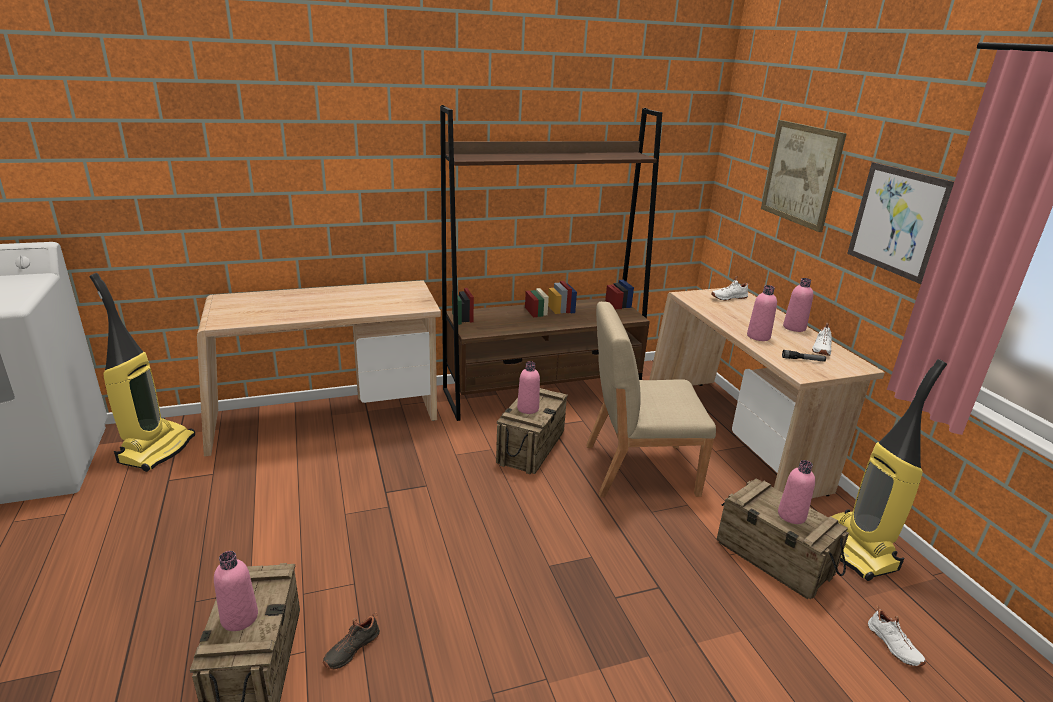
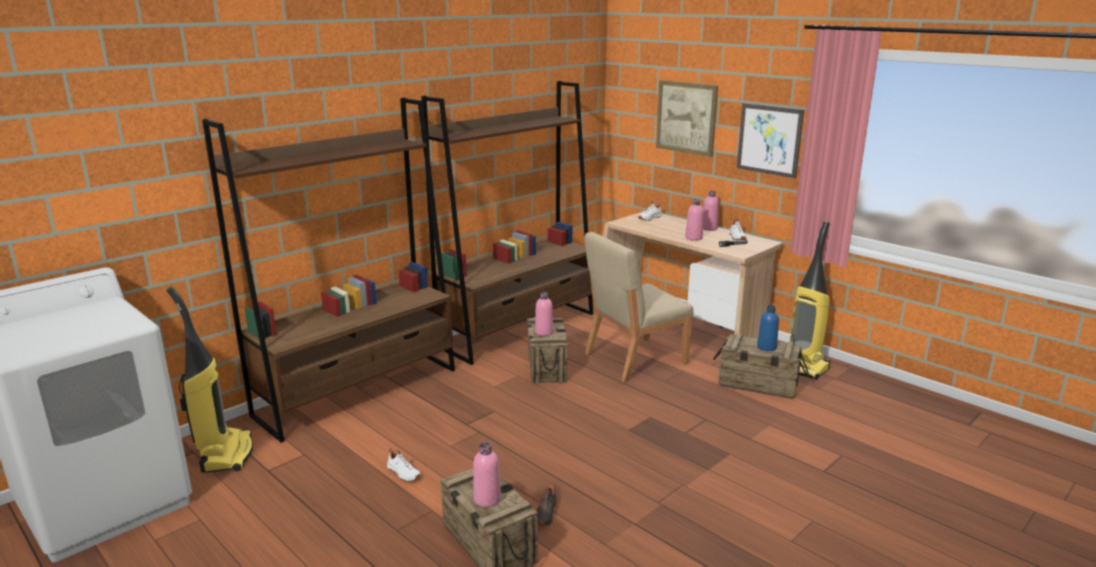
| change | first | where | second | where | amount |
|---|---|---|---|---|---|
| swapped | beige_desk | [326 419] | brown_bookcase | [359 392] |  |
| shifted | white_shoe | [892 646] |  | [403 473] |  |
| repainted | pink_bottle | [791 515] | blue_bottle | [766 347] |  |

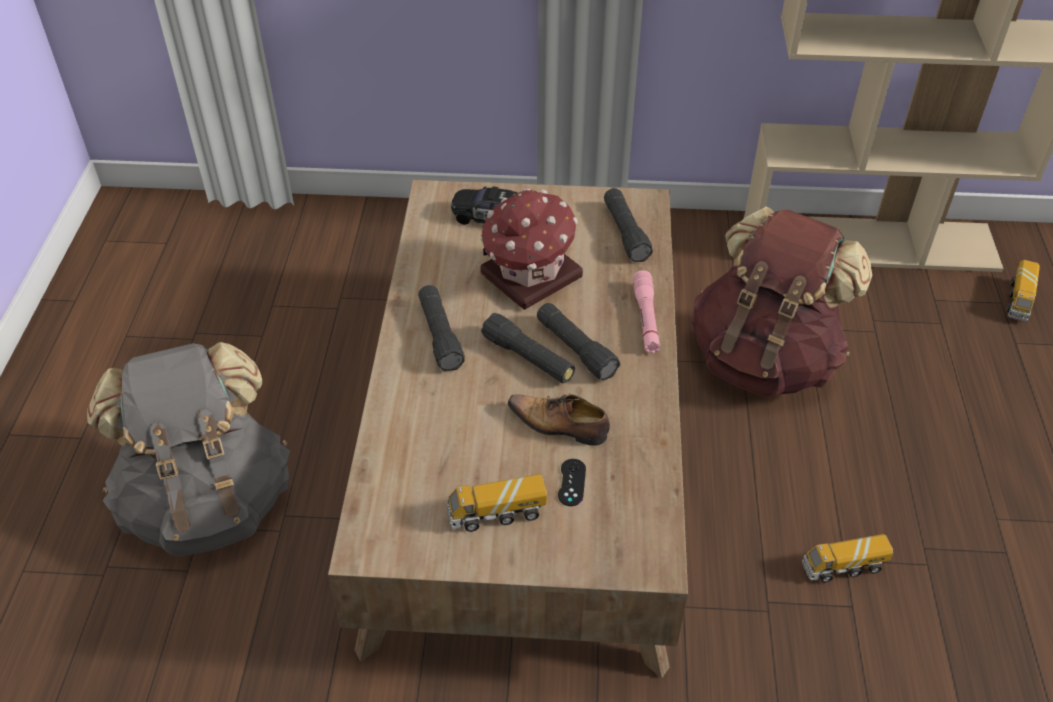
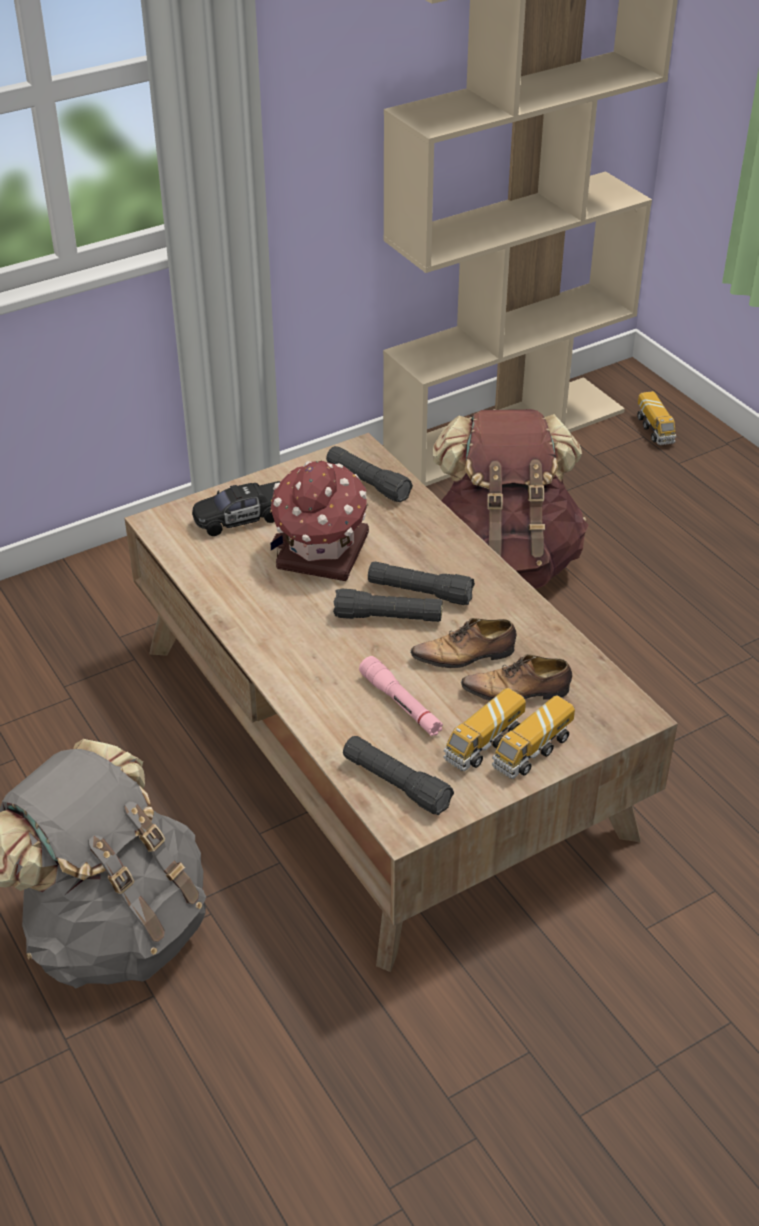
| change | first | where | second | where | amount |
|---|---|---|---|---|---|
| shifted | black_flashlight | [440 336] |  | [396 784] |  |
| shifted | pink_flashlight | [646 318] |  | [401 704] |  |
| swapped | black_game_controller | [572 482] | shoe | [518 691] |  |
| shifted | toy_truck | [843 567] |  | [532 752] |  |

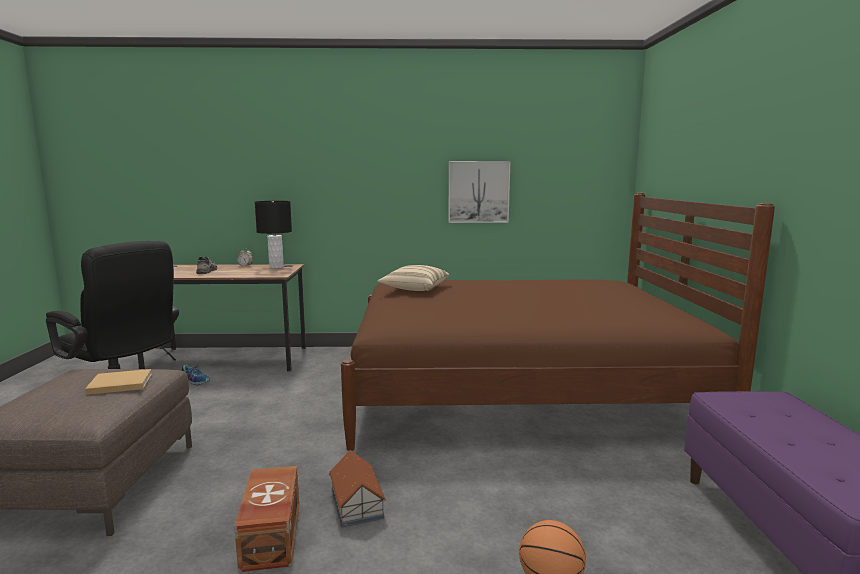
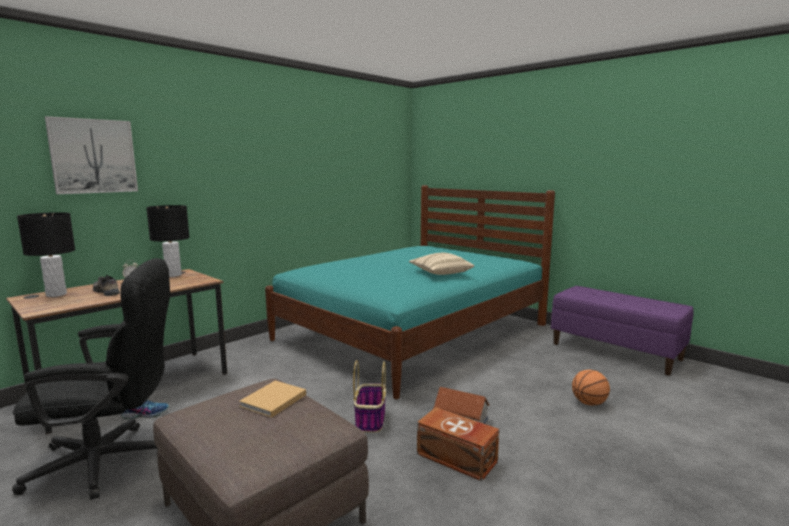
| change | first | where | second | where | amount |
|---|---|---|---|---|---|
| new |  |  | black_table_lamp | [56 294] |  |
| shifted | picture | [478 192] |  | [93 156] |  |
| repainted | brown_bed | [517 392] | turquoise_bed | [413 332] |  |
| new |  |  | basket | [370 419] |  |
| shifted | beige_pillow | [414 289] |  | [440 273] |  |

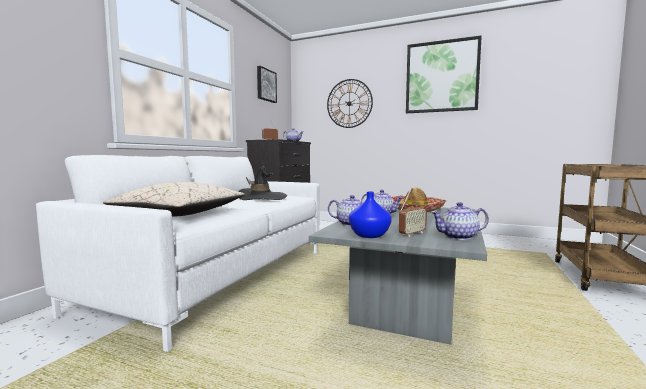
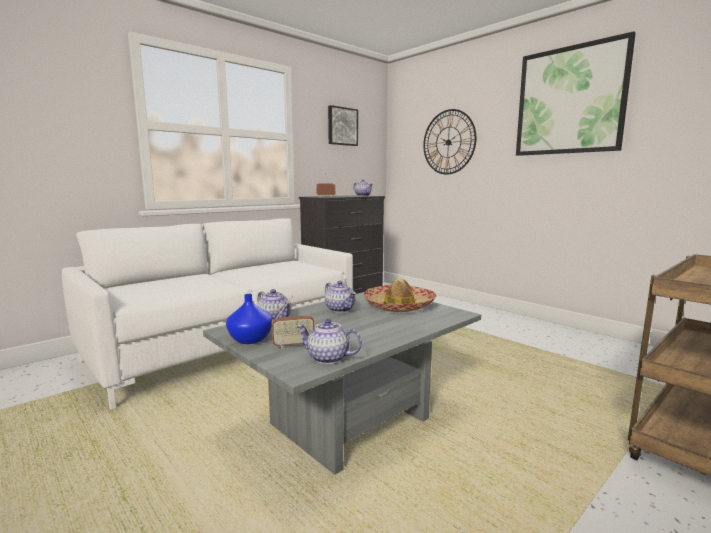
| change | first | where | second | where | amount |
|---|---|---|---|---|---|
| gone | beige_pillow | [180 214] |  |  |  |
| gone | black_hat | [262 198] |  |  |  |

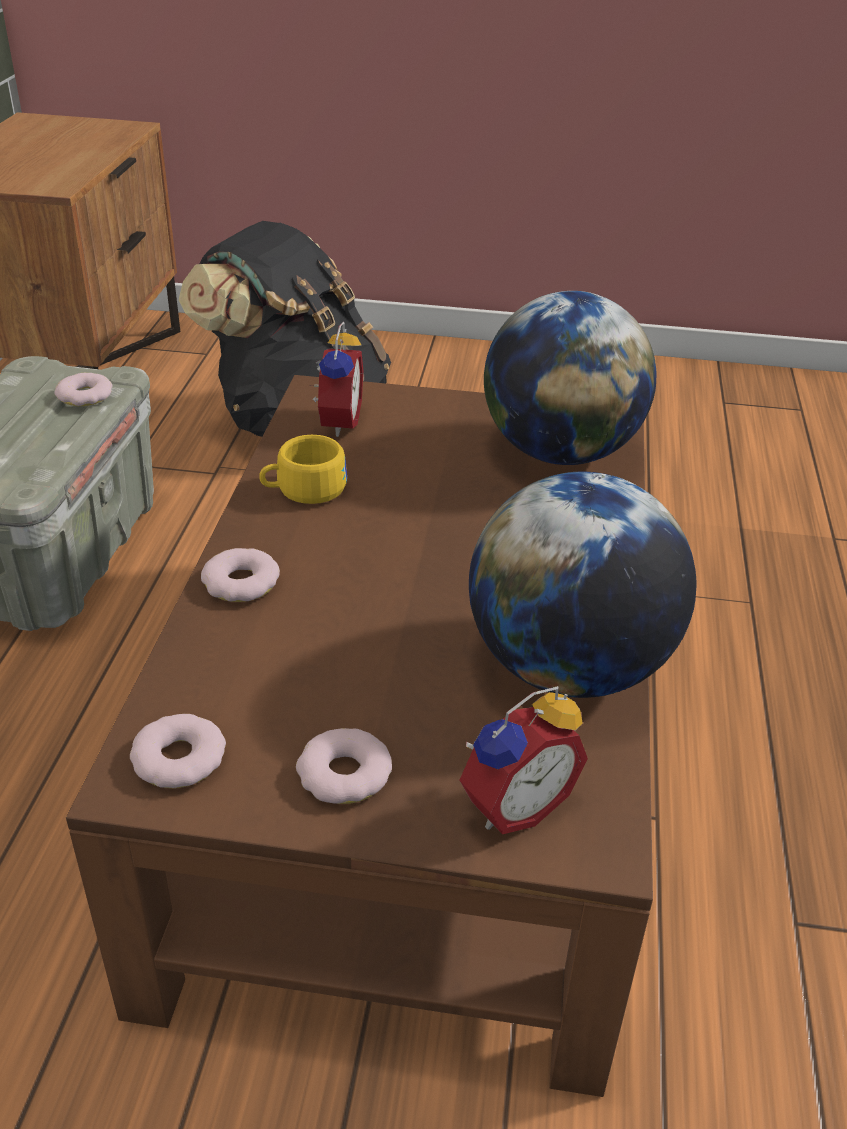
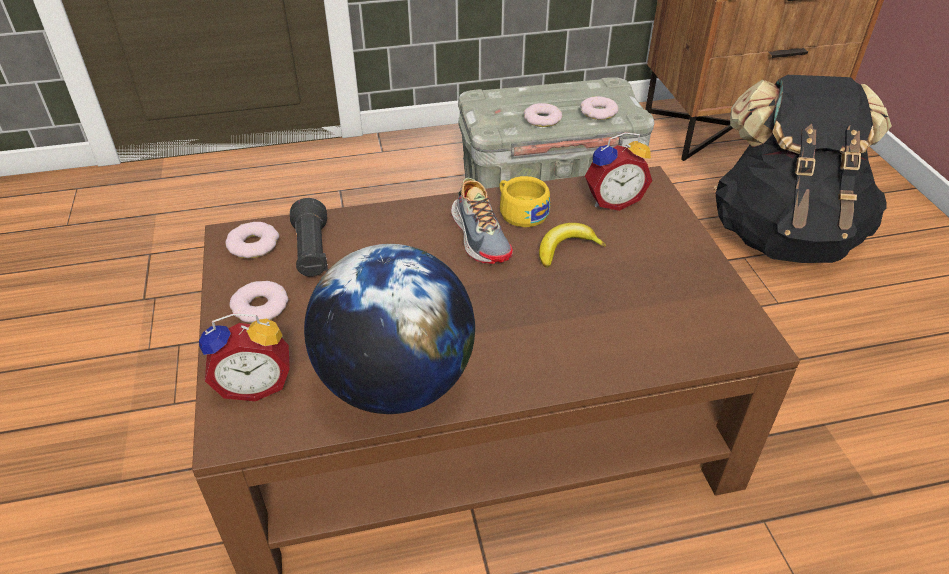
| change | first | where | second | where | amount |
|---|---|---|---|---|---|
| rotated | alarm_clock | [513 804] |  | [255 384] | 45 degrees counterclockwise |
| new |  |  | black_flashlight | [312 252] |  |
| new |  |  | shoe | [481 236] |  |
| shifted | donut | [241 582] |  | [542 119] |  |
| new |  |  | banana | [566 249] |  |
| gone | globe | [560 452] |  |  |  |

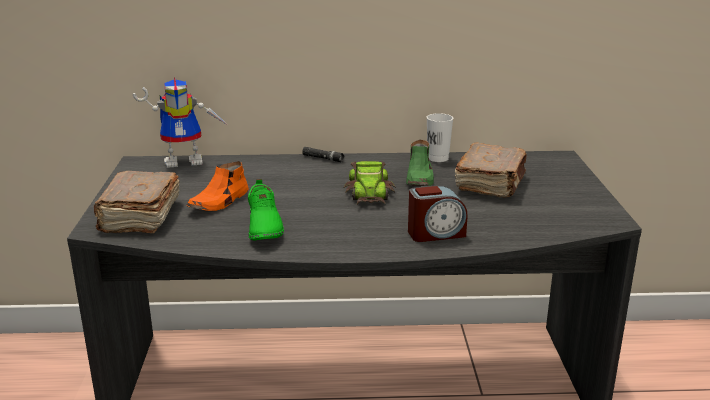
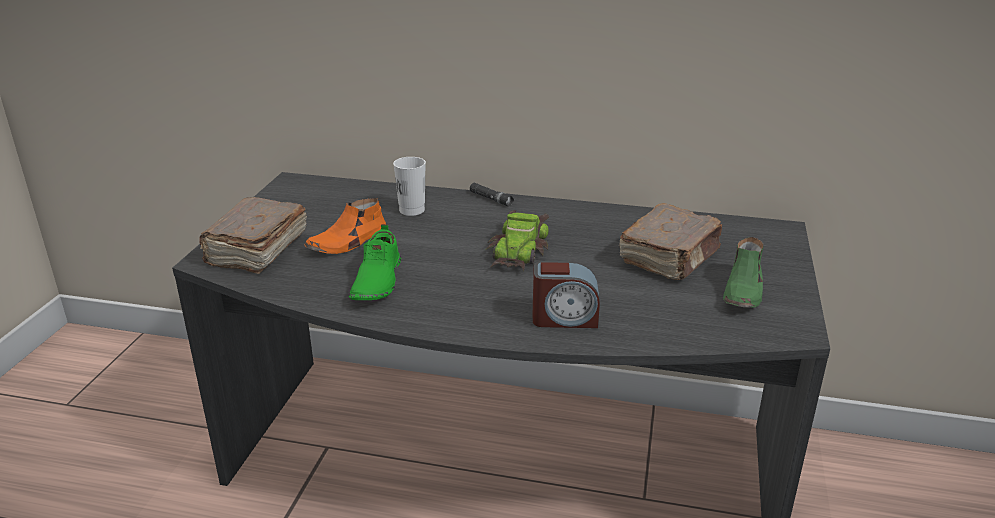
| change | first | where | second | where | amount |
|---|---|---|---|---|---|
| shifted | white_cup | [437 158] |  | [412 210] |  |
| shifted | green_shoe | [420 178] |  | [743 291] |  |
| gone | toy_robot | [187 160] |  |  |  |

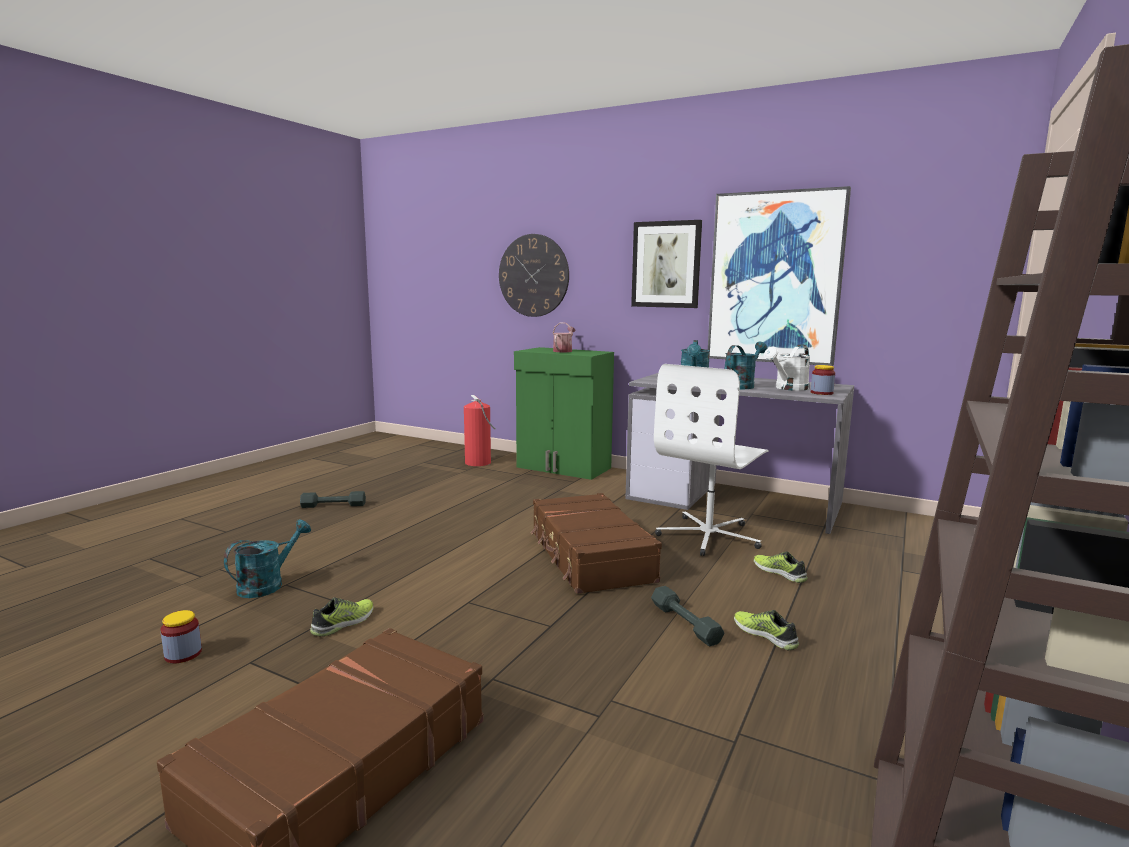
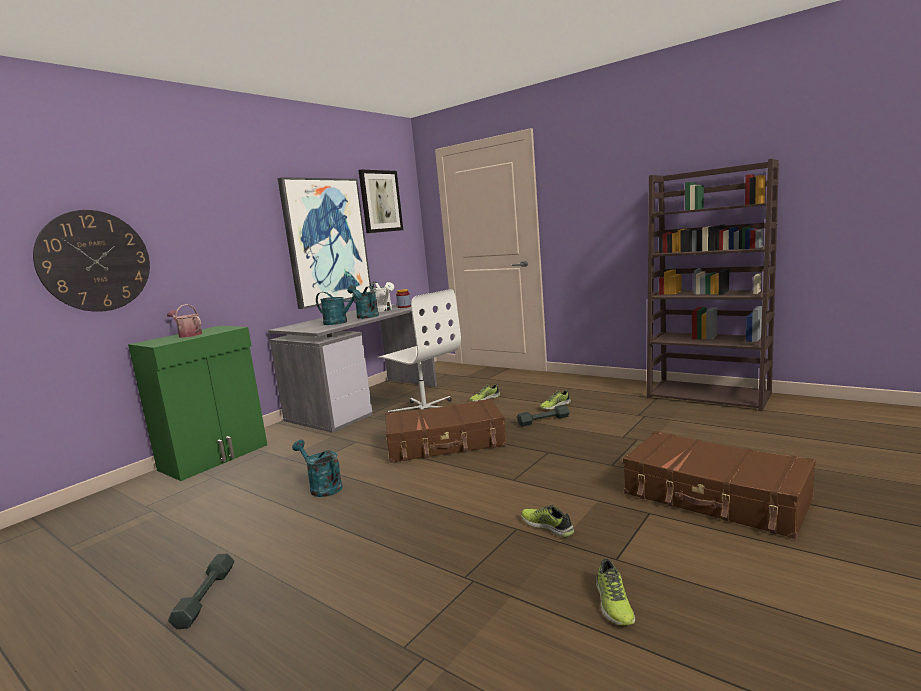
| change | first | where | second | where | amount |
|---|---|---|---|---|---|
| shifted | turquoise_watering_can | [267 584] |  | [322 487] |  |
| shifted | picture | [666 264] |  | [380 201] |  |
| swapped | jar | [183 654] | shoe | [613 603] |  |
| gone | fire_extinguisher | [478 463] |  |  |  |

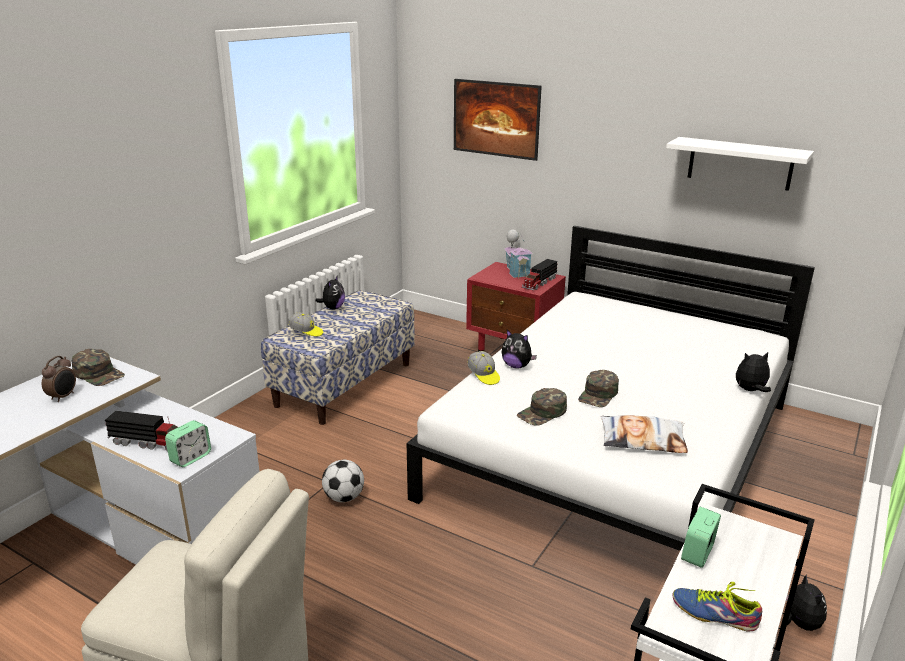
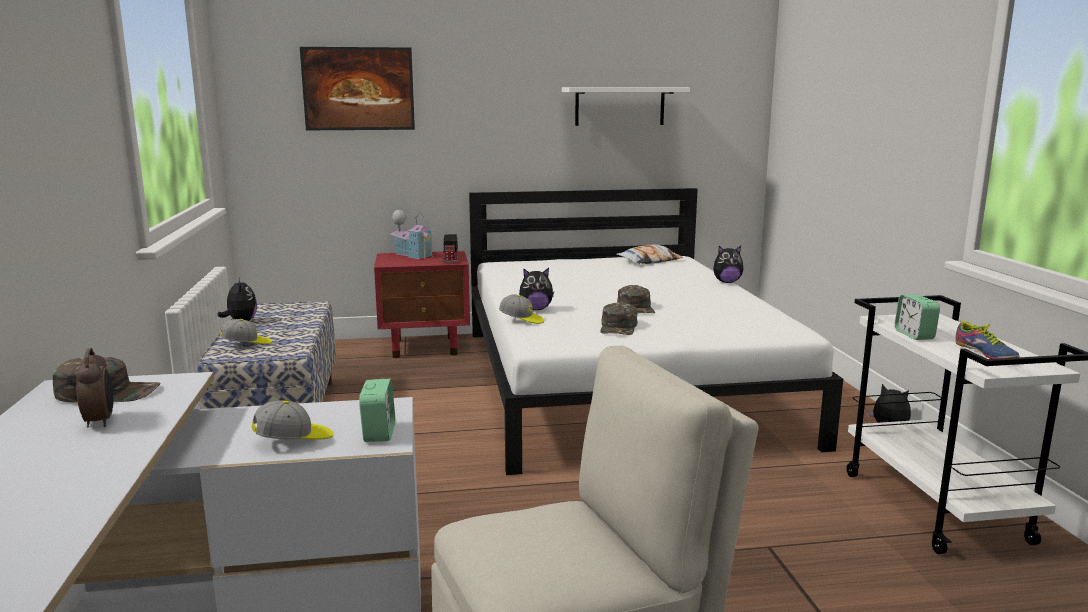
| change | first | where | second | where | amount |
|---|---|---|---|---|---|
| swapped | toy_truck | [151 442] | cap | [294 440] |  |
| shifted | pillow | [642 440] |  | [649 261] |  |
| rotated | plush_toy | [750 390] |  | [727 282] | 135 degrees counterclockwise |
| rotated | shoe | [714 612] |  | [983 353] | 90 degrees counterclockwise |
| gone | football | [344 498] |  |  |  |

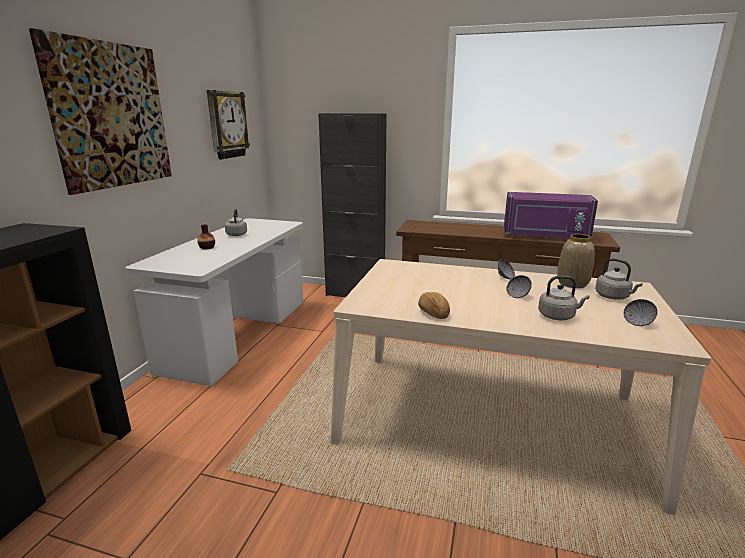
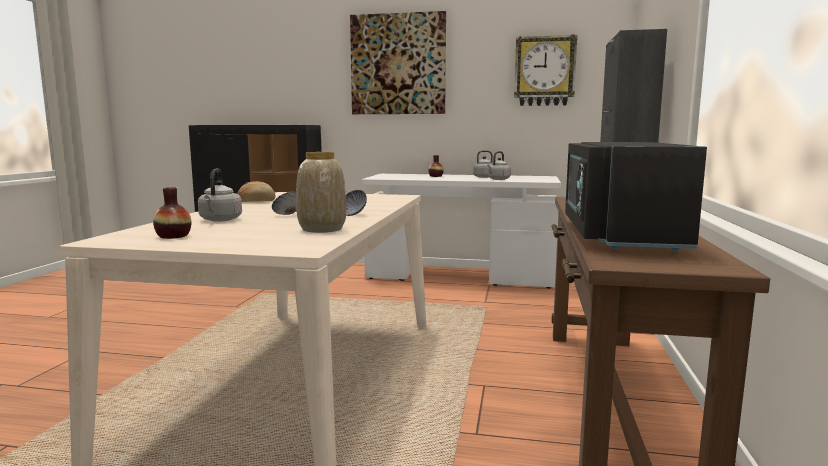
| change | first | where | second | where | amount |
|---|---|---|---|---|---|
| swapped | bowl | [637 322] | vase | [173 236] |  |
| shifted | grey_kettle | [613 297] |  | [498 179] |  |
| repainted | purple_microwave | [545 236] | black_microwave | [617 235] |  |

